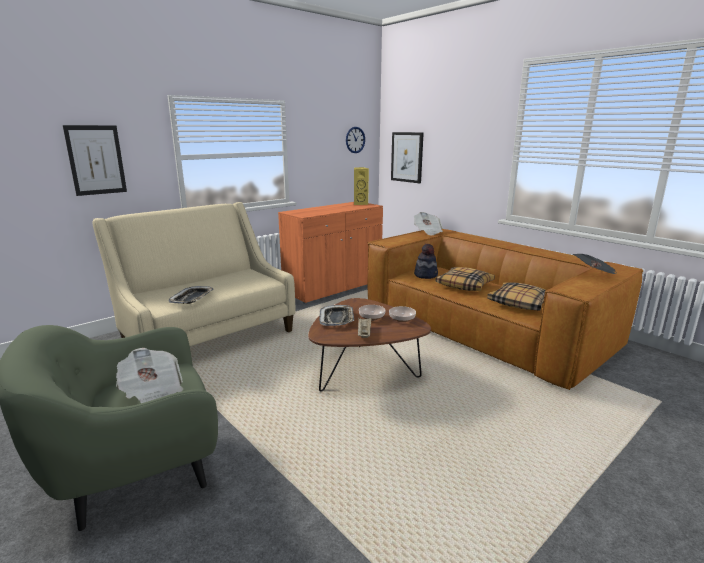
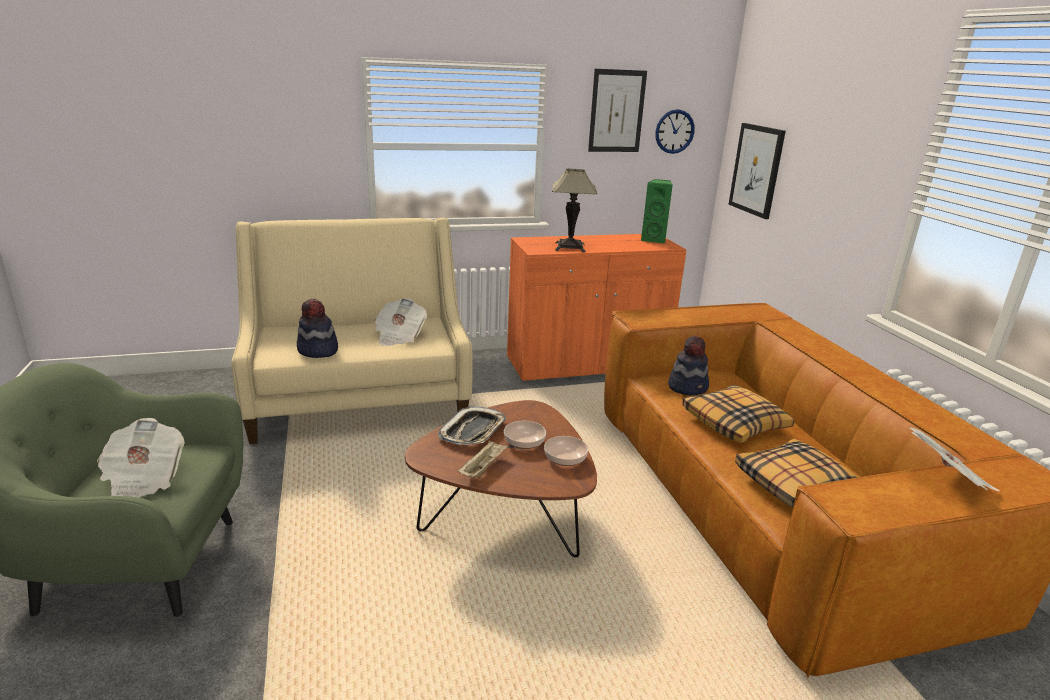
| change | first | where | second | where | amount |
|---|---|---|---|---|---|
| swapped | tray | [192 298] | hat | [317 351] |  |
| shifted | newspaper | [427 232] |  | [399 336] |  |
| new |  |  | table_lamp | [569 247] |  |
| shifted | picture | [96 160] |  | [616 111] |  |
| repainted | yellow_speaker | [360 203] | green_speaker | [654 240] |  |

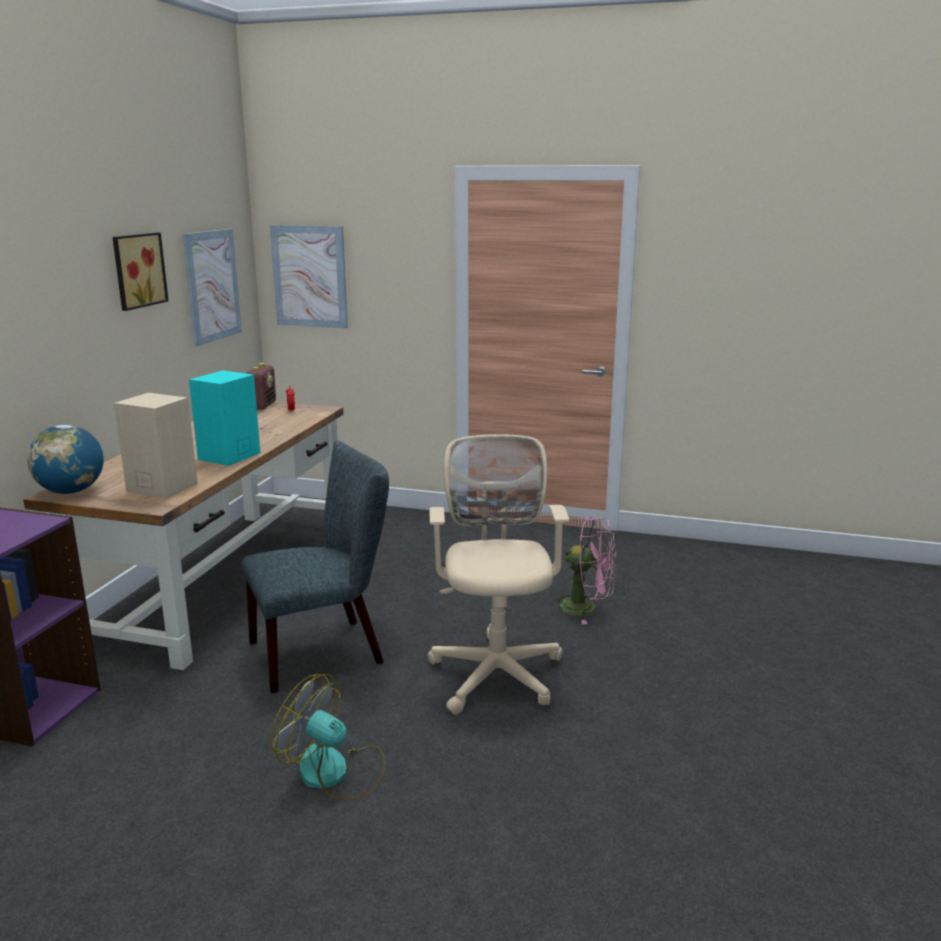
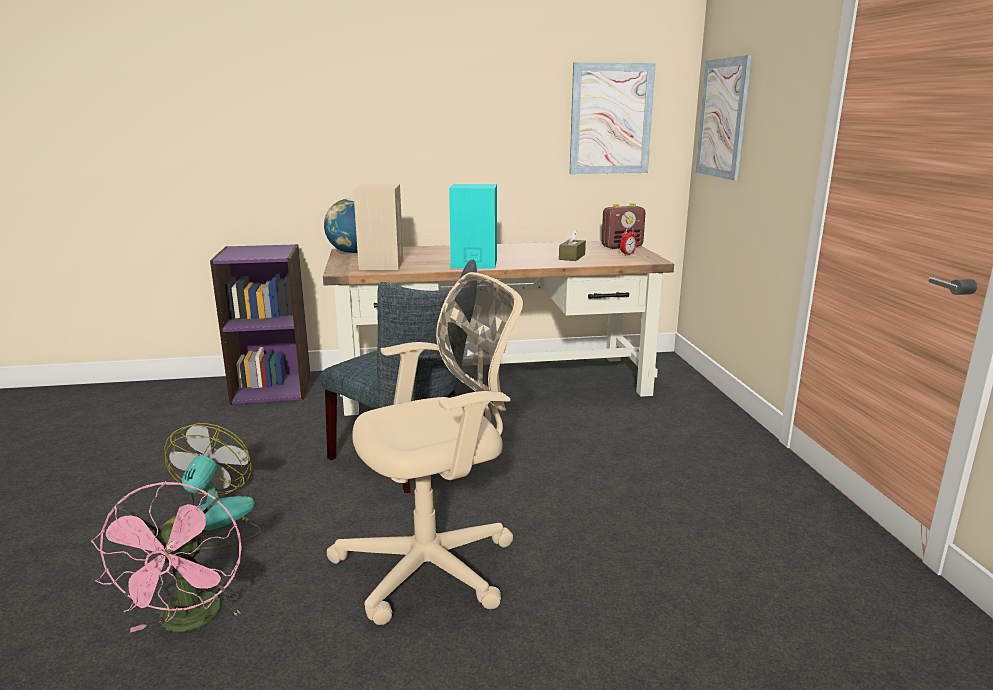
| change | first | where | second | where | amount |
|---|---|---|---|---|---|
| shifted | pink_fan | [586 608] |  | [189 622] |  |
| new |  |  | brown_tissue_box | [572 257] |  |
| gone | picture | [137 270] |  |  |  |

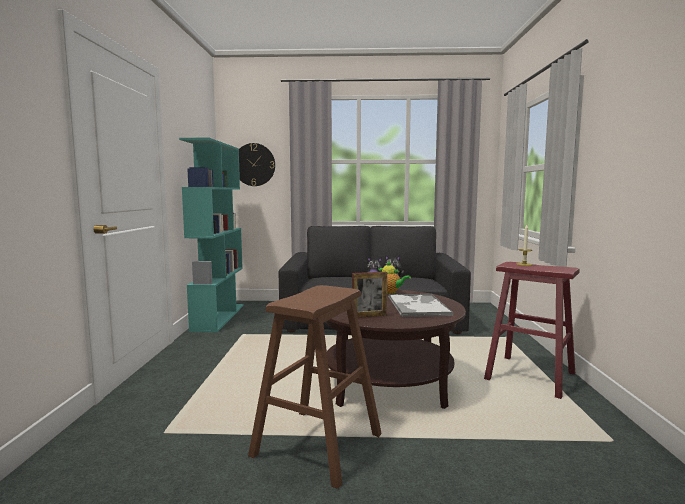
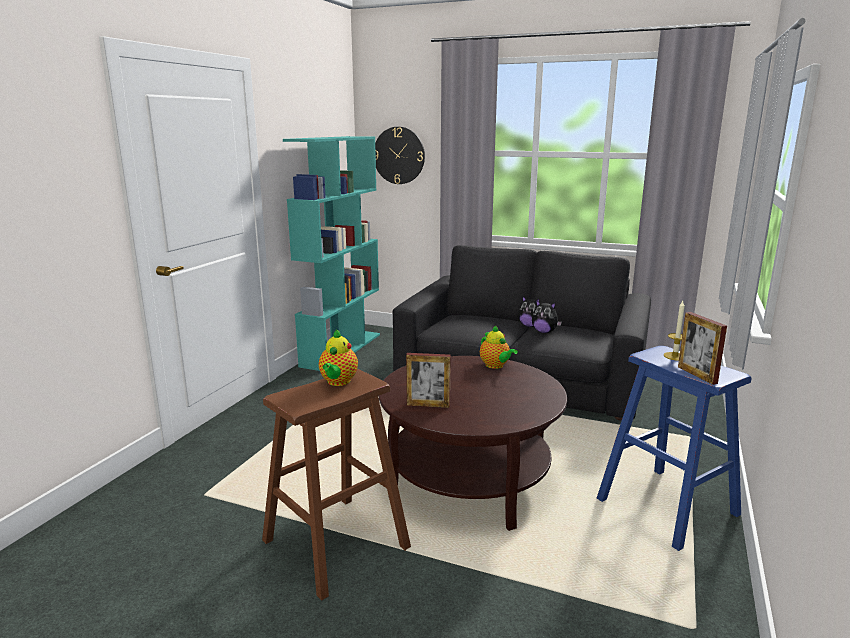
| change | first | where | second | where | amount |
|---|---|---|---|---|---|
| new |  |  | teapot | [338 382] |  |
| repainted | red_stool | [530 376] | blue_stool | [667 507] |  |
| new |  |  | picture_frame | [697 375] |  |
| gone | tray | [417 306] |  |  |  |

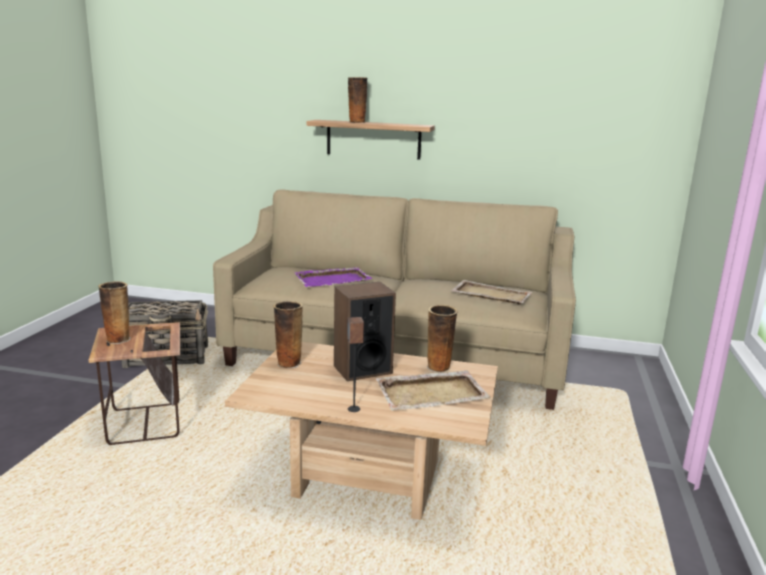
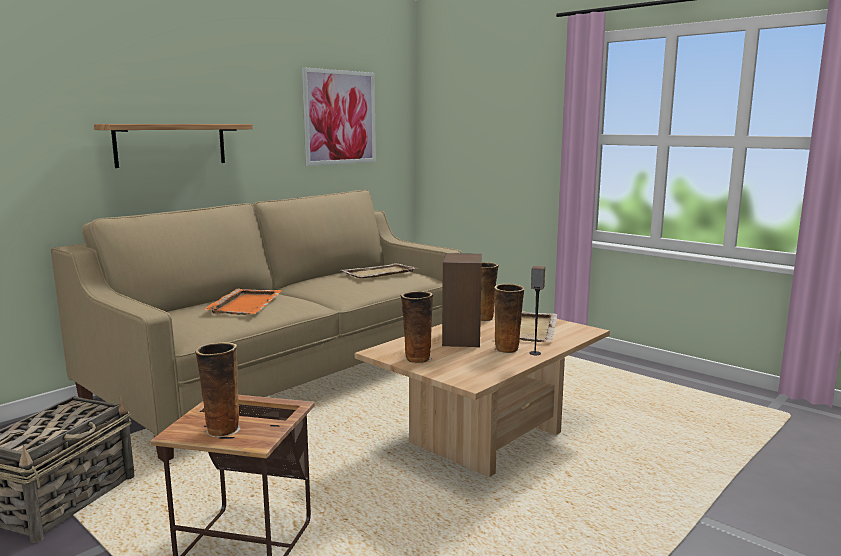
| change | first | where | second | where | amount |
|---|---|---|---|---|---|
| repainted | purple_tray | [333 279] | orange_tray | [245 304] |  |
| new |  |  | picture | [340 117] |  |
| shifted | vase | [356 122] |  | [507 349] |  |

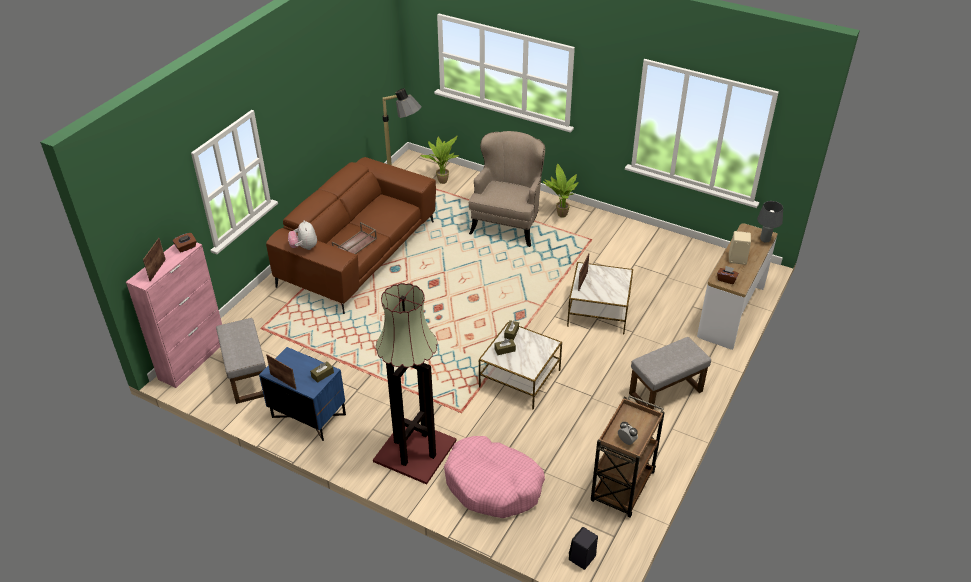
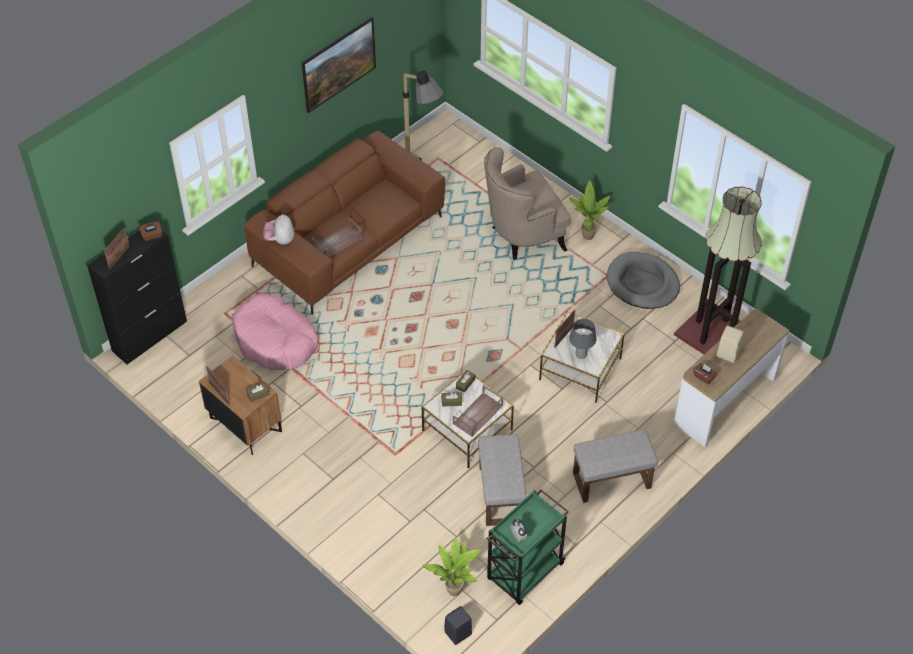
| change | first | where | second | where | amount |
|---|---|---|---|---|---|
| repainted | pink_cabinet | [193 359] | black_cabinet | [150 336] |  |
| repainted | blue_nightstand | [308 416] | brown_nightstand | [245 425] |  |
| shifted | pink_dog_bed | [493 485] |  | [275 341] |  |
| new |  |  | picture | [340 77] |  |
| shifted | potted_plant | [442 180] |  | [454 589] |  |
| new |  |  | brown_tray | [477 415] |  |
| shifted | grey_ottoman | [246 376] |  | [500 493] |  |
| rotated | beige_armchair | [507 224] |  | [522 236] | 150 degrees counterclockwise |
| repainted | brown_cart | [622 488] | green_cart | [524 573] |  |
| shifted | grey_table_lamp | [765 240] |  | [581 355] |  |
| new |  |  | grey_dog_bed | [642 283] |  |
| shifted | floor_lamp | [413 451] |  | [712 333] |  |

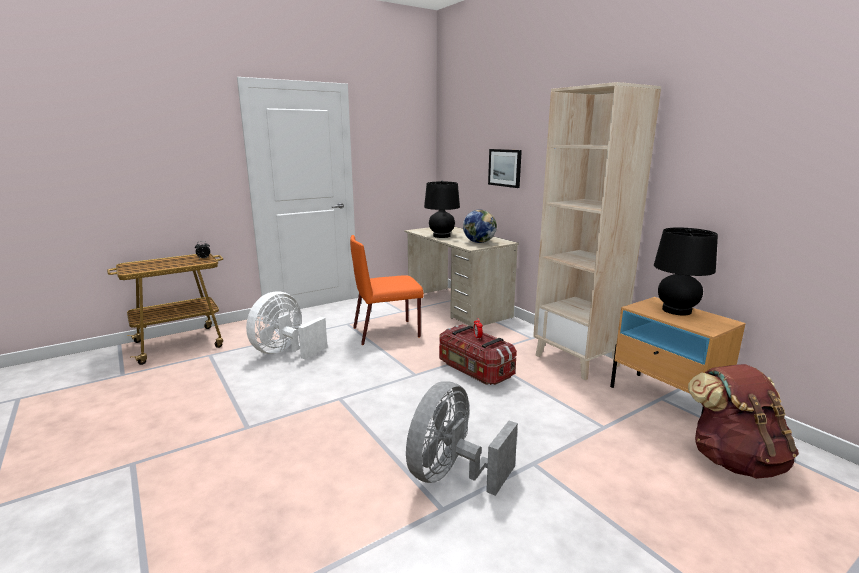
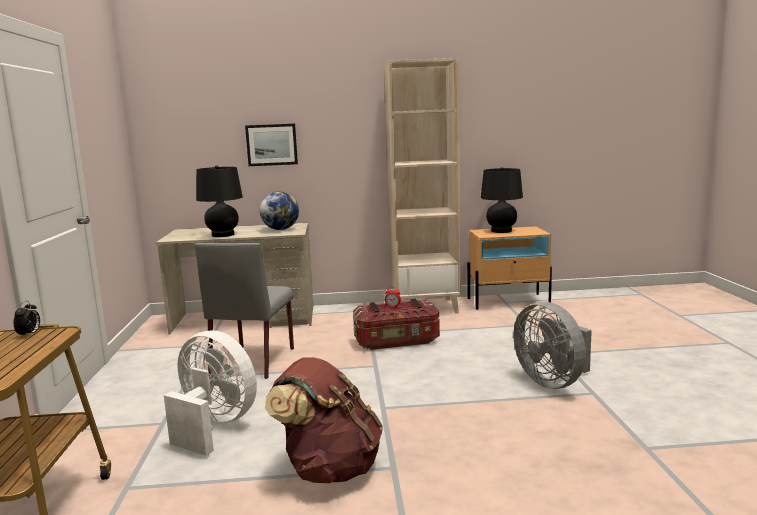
| change | first | where | second | where | amount |
|---|---|---|---|---|---|
| rotated | white_fan | [285 352] |  | [214 426] | 150 degrees clockwise |
| repainted | orange_chair | [387 332] | grey_chair | [253 361] |  |
| shifted | brown_backpack | [734 460] |  | [329 469] |  |

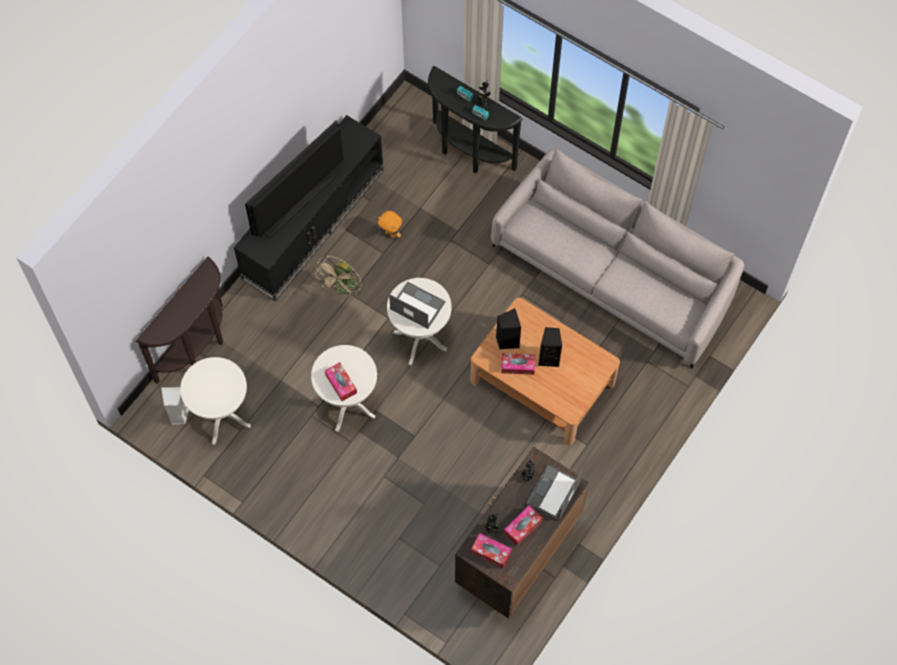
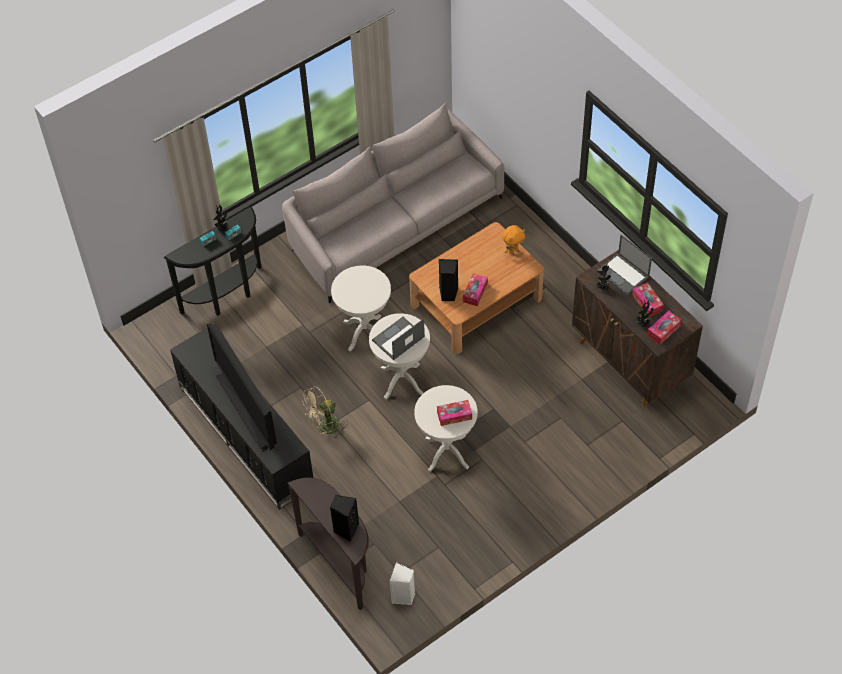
| change | first | where | second | where | amount |
|---|---|---|---|---|---|
| rotated | beige_fan | [343 289] |  | [325 428] | 105 degrees clockwise |
| shifted | black_speaker | [549 358] |  | [345 529] |  |
| shifted | white_side_table | [223 419] |  | [364 333] |  |
| shifted | orange_plush_toy | [390 233] |  | [513 250] |  |

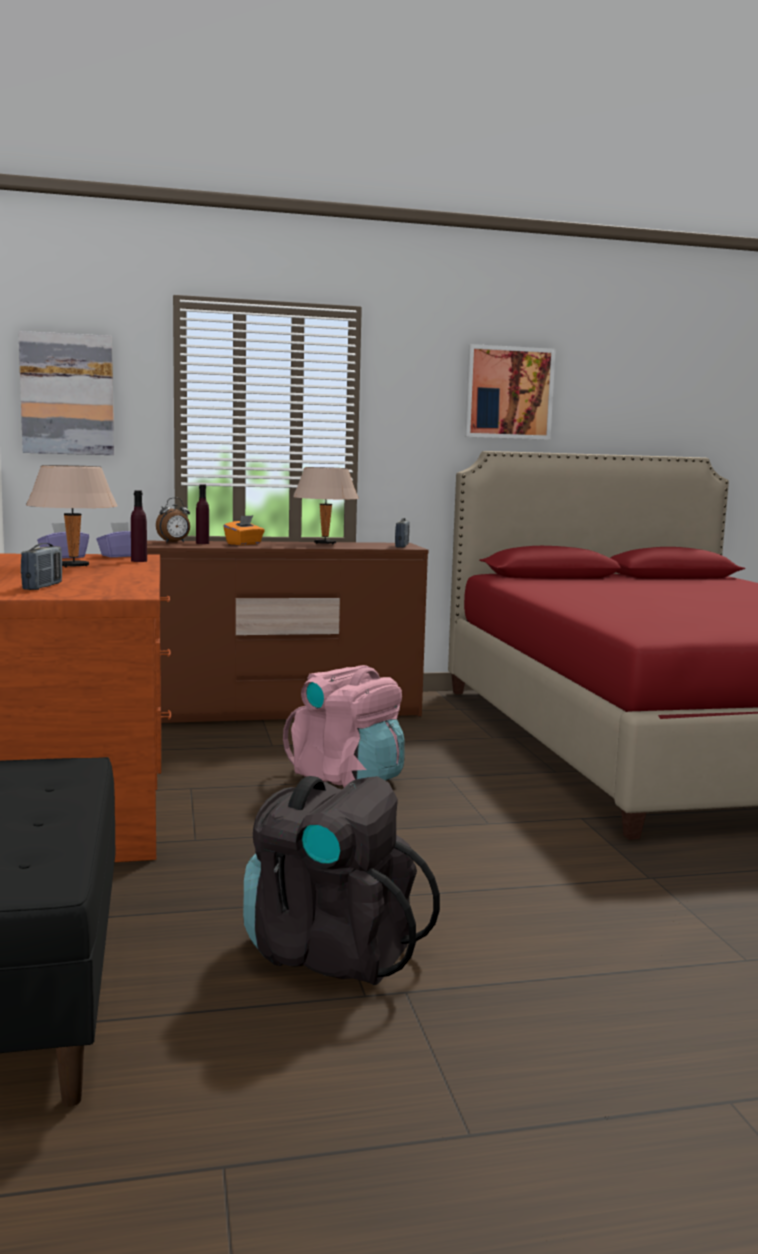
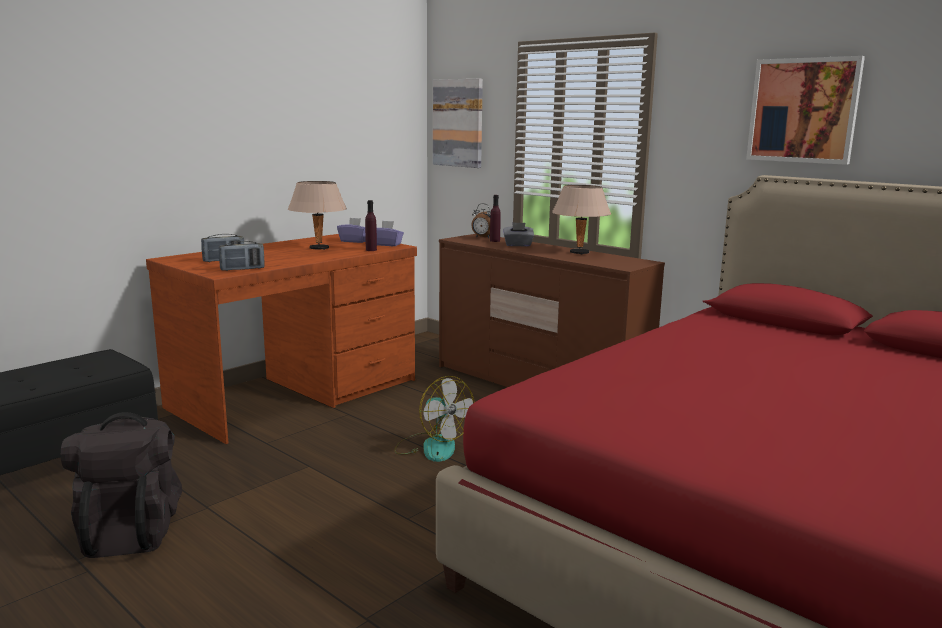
| change | first | where | second | where | amount |
|---|---|---|---|---|---|
| shifted | radio | [402 546] |  | [242 269] |  |
| swapped | pink_backpack | [347 778] | fan | [432 446] |  |
| repainted | orange_tissue_box | [244 544] | grey_tissue_box | [518 245] |  |

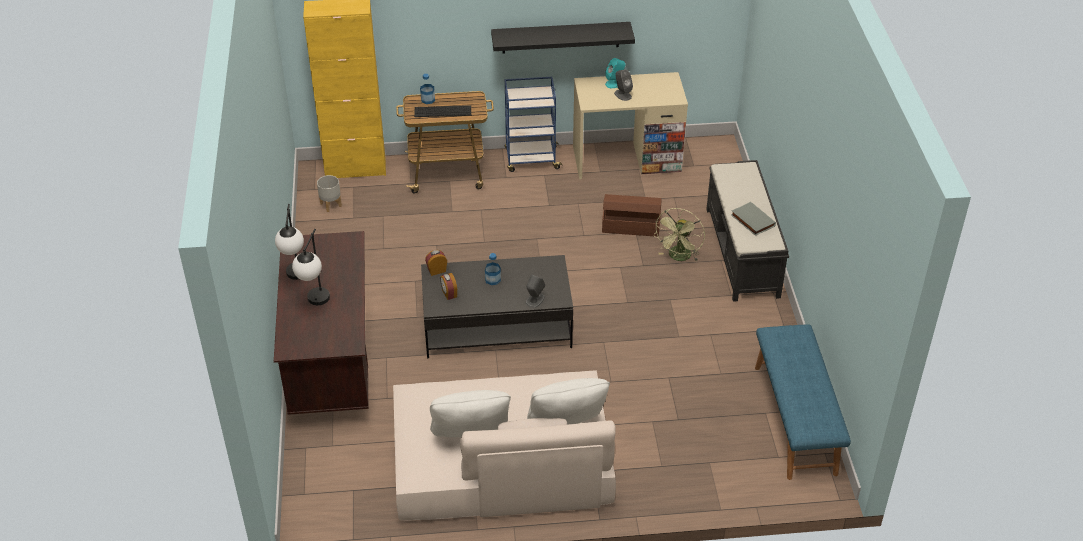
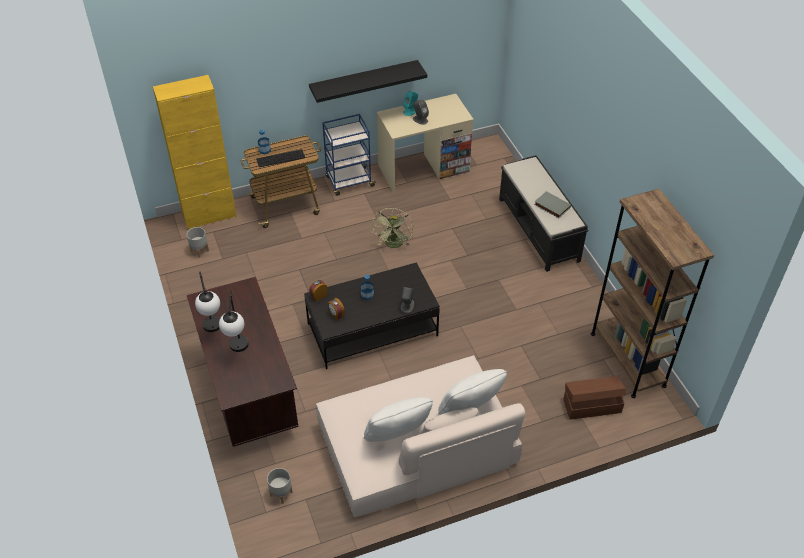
| change | first | where | second | where | amount |
|---|---|---|---|---|---|
| new |  |  | grey_planter | [281 494] |  |
| shifted | green_fan | [679 257] |  | [394 245] |  |
| shifted | brown_storage_box | [630 225] |  | [591 405] |  |
| swapped | blue_bench | [796 419] | brown_bookcase | [627 359] |  |

